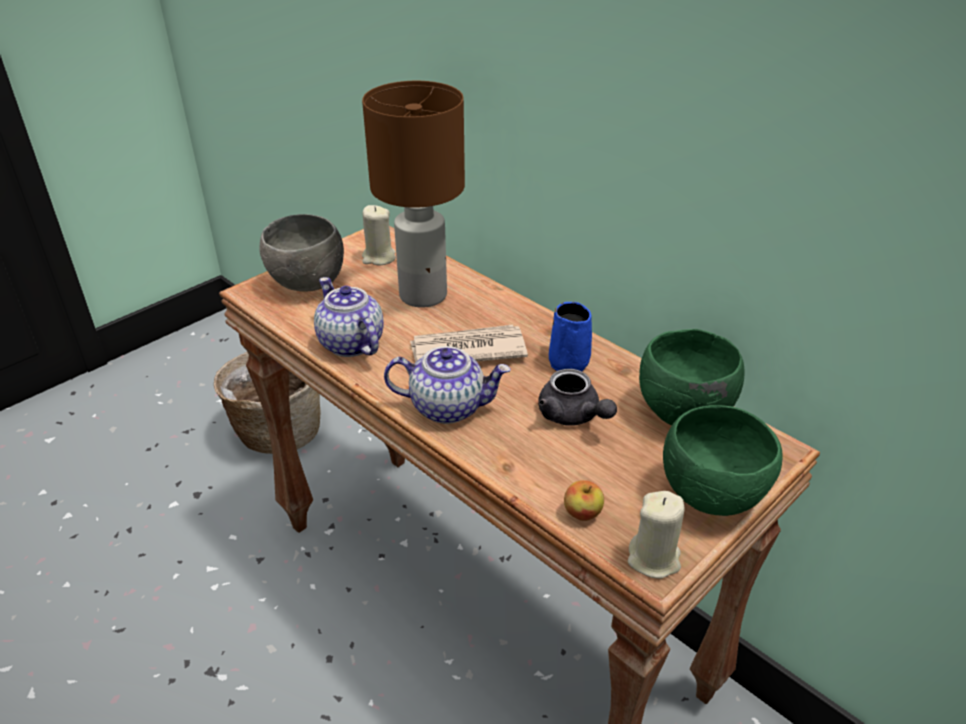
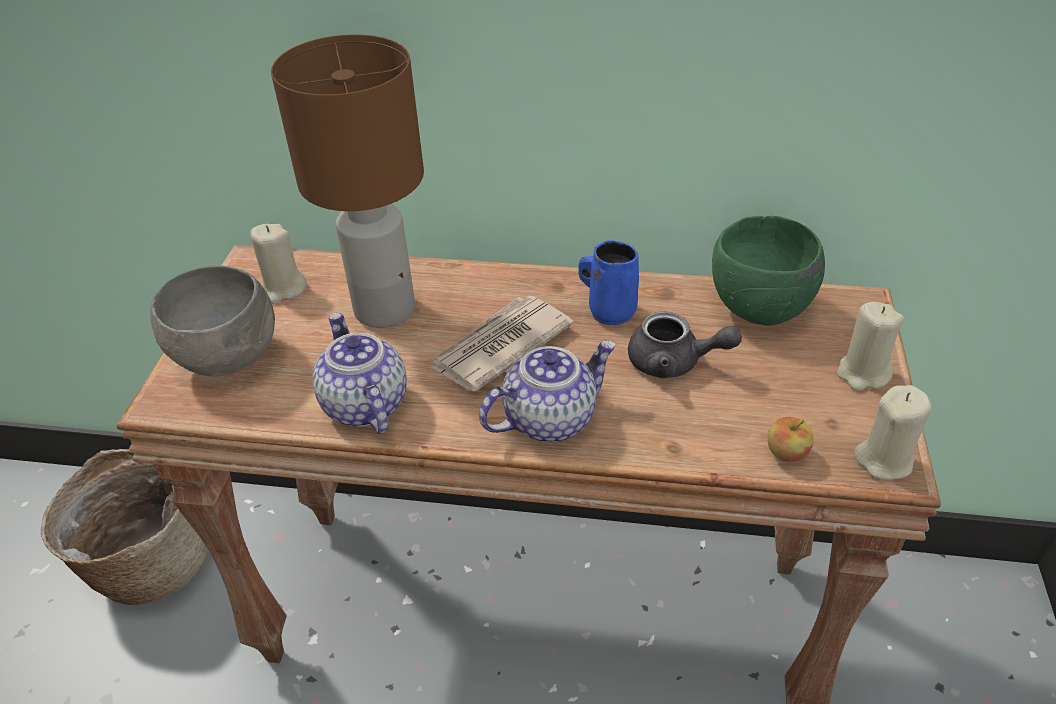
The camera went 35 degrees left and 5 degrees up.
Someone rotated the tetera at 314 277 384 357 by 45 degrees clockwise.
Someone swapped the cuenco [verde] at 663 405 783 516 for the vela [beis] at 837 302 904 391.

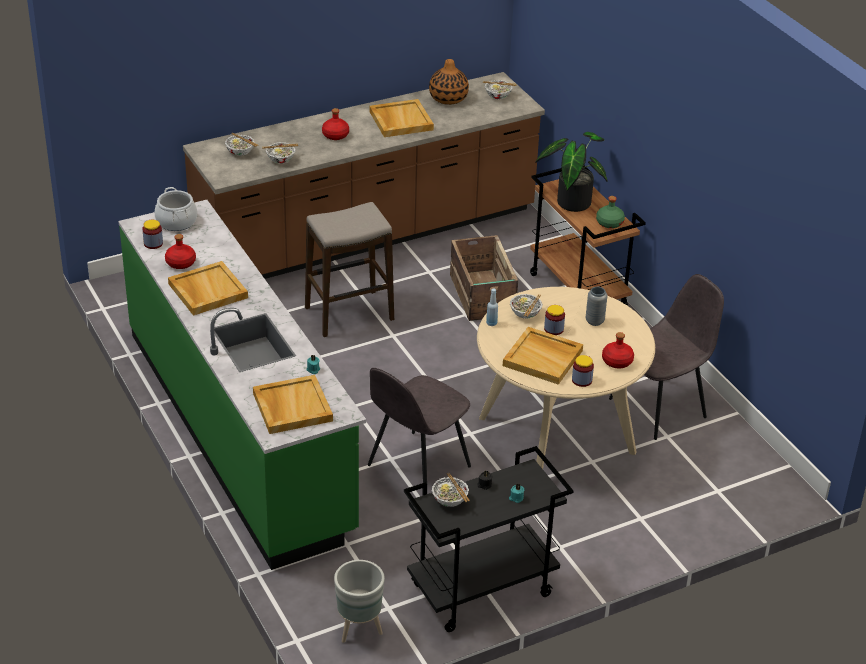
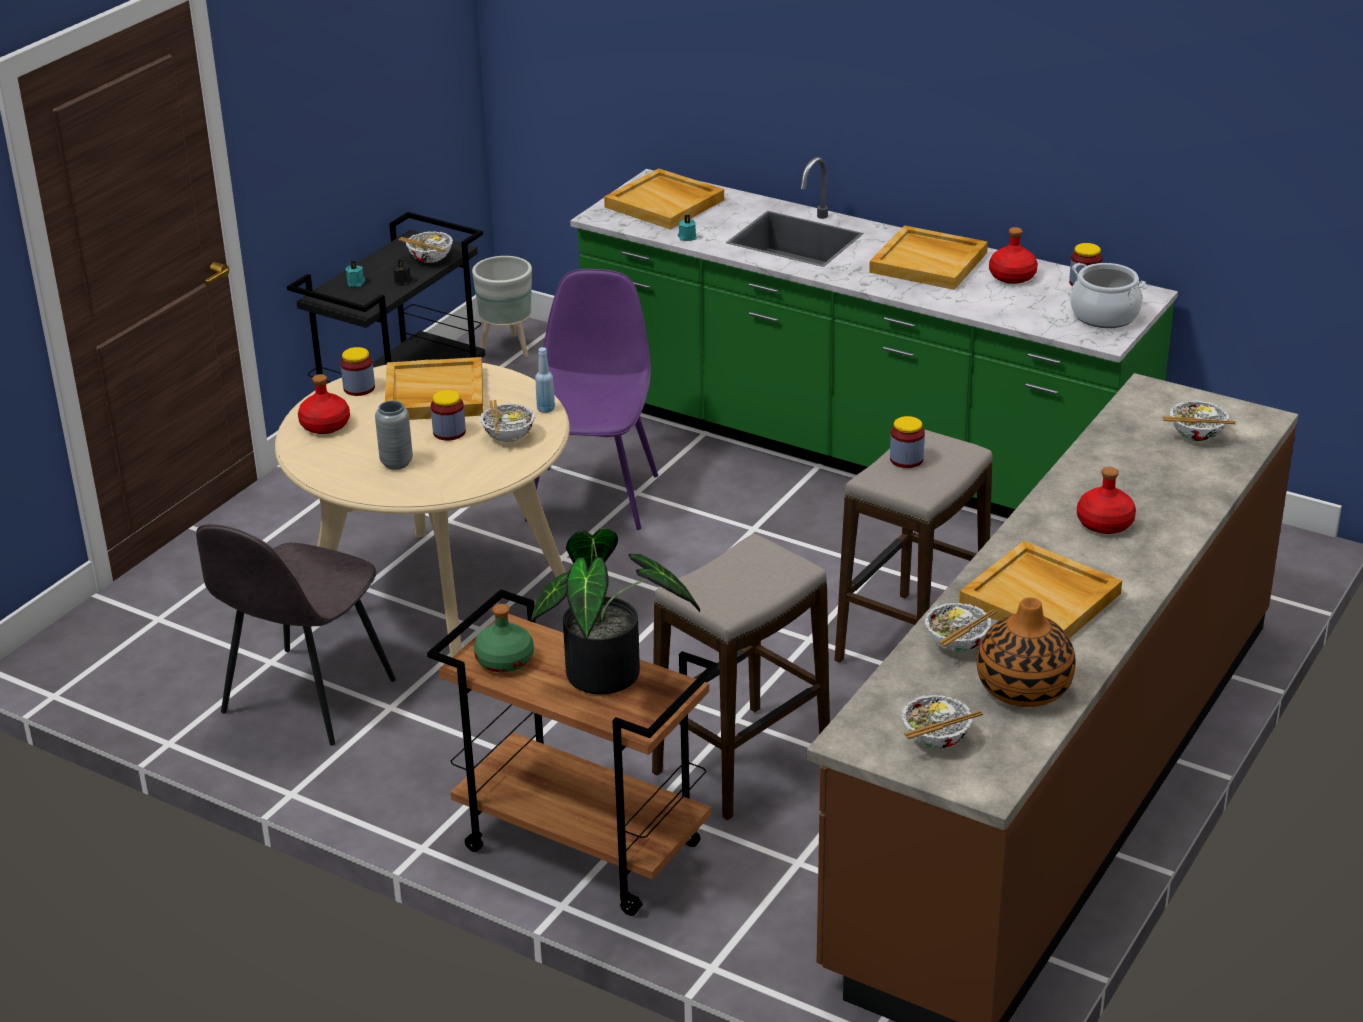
The camera went 150 degrees right and 5 degrees down.
Someone carried the cuenco from 262 142 298 164 to 925 603 997 652.
Someone swapped the caja de embalaje at 450 235 518 321 for the taburete at 652 534 830 820.
Someone repainted the silla [gris] at 368 368 471 483, which became the silla [morado] at 525 269 658 530.
Someone put down the tarro at 890 416 925 468.

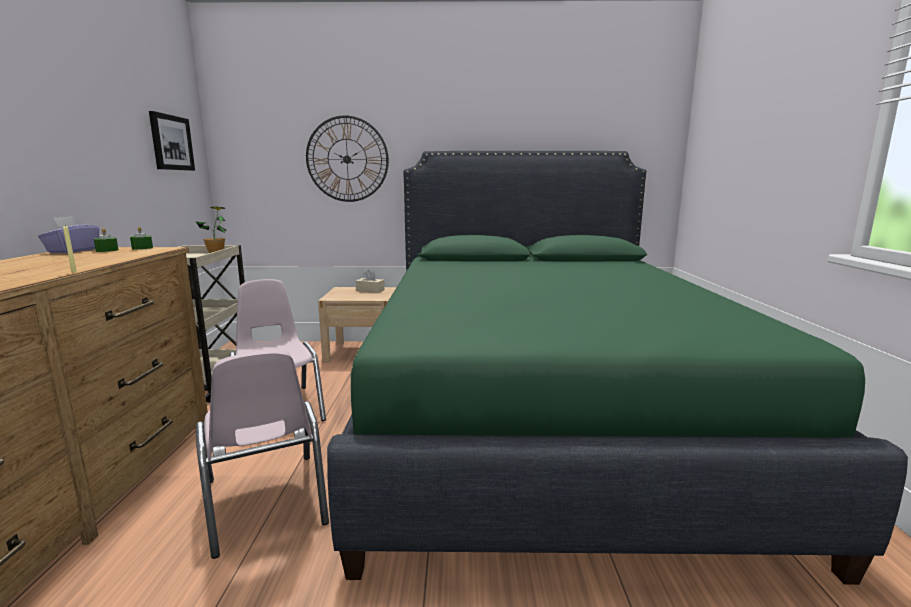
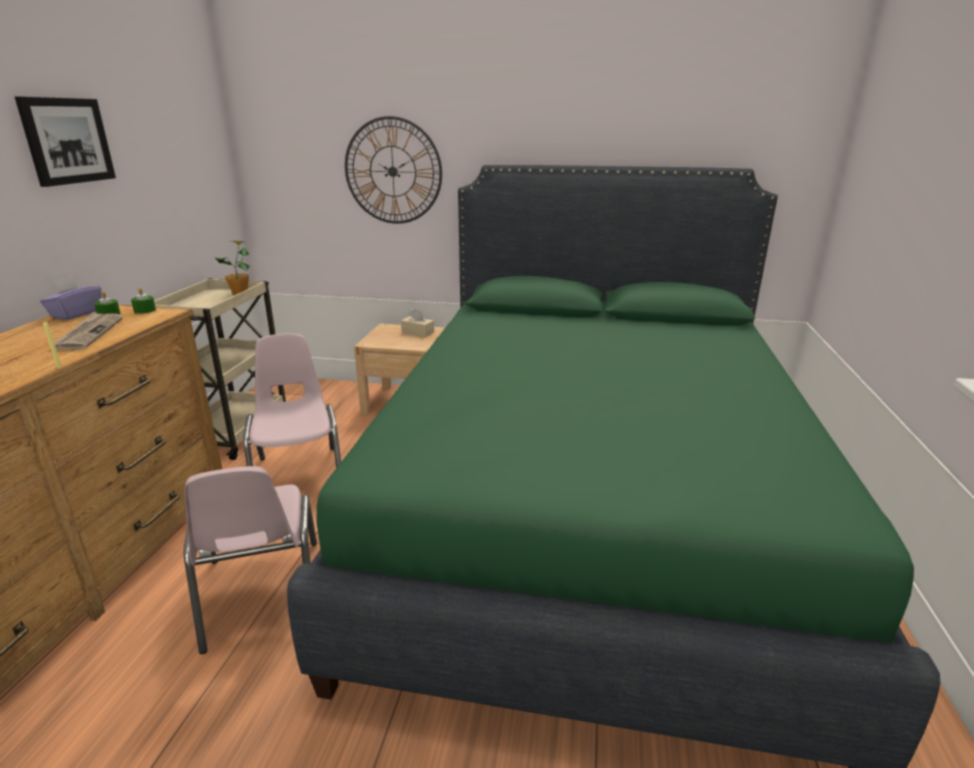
The camera went 10 degrees right and 10 degrees up.
Someone carried the cuadro from 149 111 195 171 to 15 96 116 187.
Someone put down the periódico at 54 312 123 350.

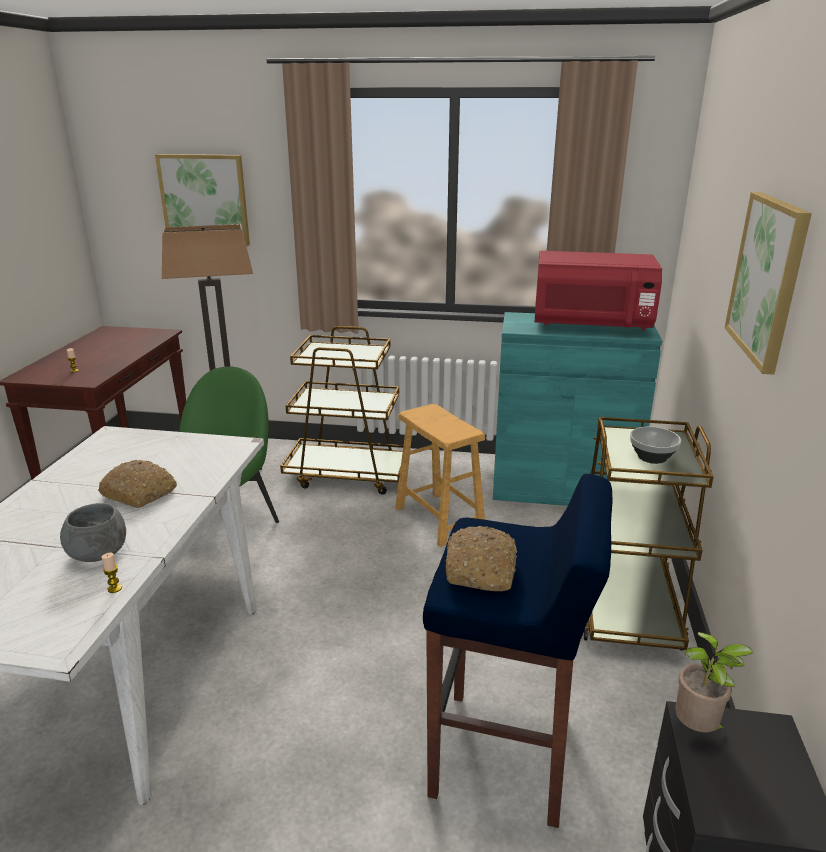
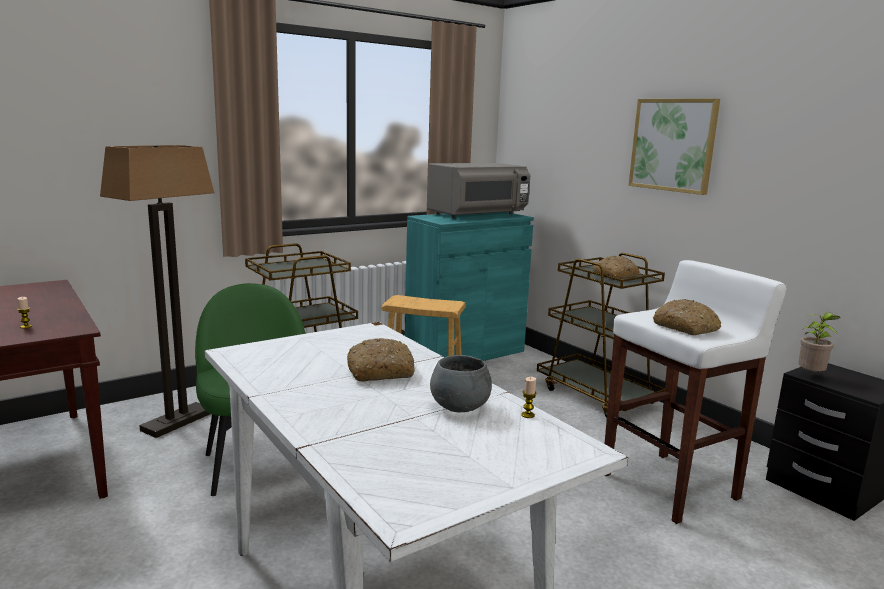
The camera went 45 degrees left and 10 degrees down.
Someone took away the cuadro at 155 154 250 246.
Someone repainted the microondas [rojo] at 535 251 662 330, which became the microondas [gris] at 427 163 530 218.
Someone swapped the cuenco at 630 427 681 464 for the pan at 593 256 639 280.
Someone repainted the taburete [azul] at 423 474 612 828, which became the taburete [blanco] at 604 260 787 524.

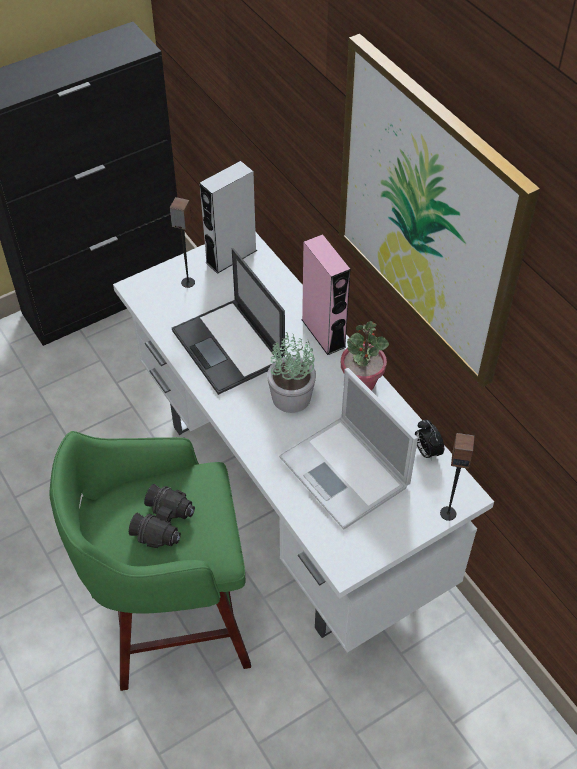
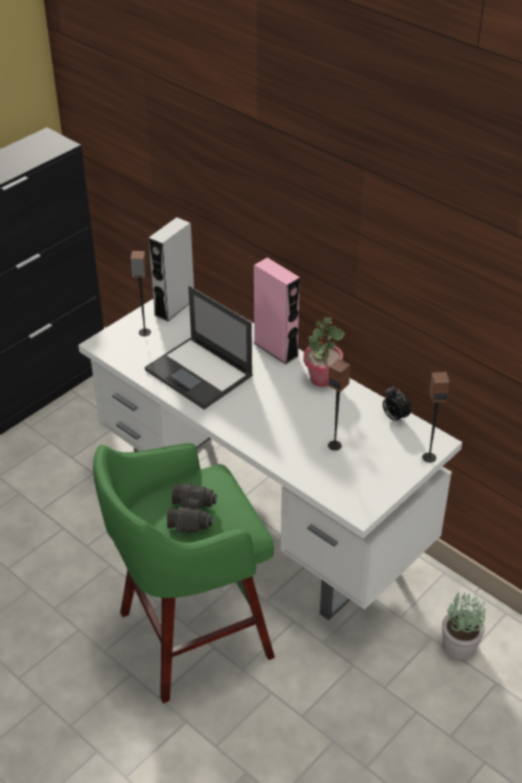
The camera went 15 degrees left and 10 degrees down.
Someone took away the cuadro at 339 34 540 387.
Someone carried the planta en maceta from 267 332 316 413 to 442 592 485 660.
Someone swapped the portátil at 279 368 418 529 for the altavoz at 328 359 350 451.

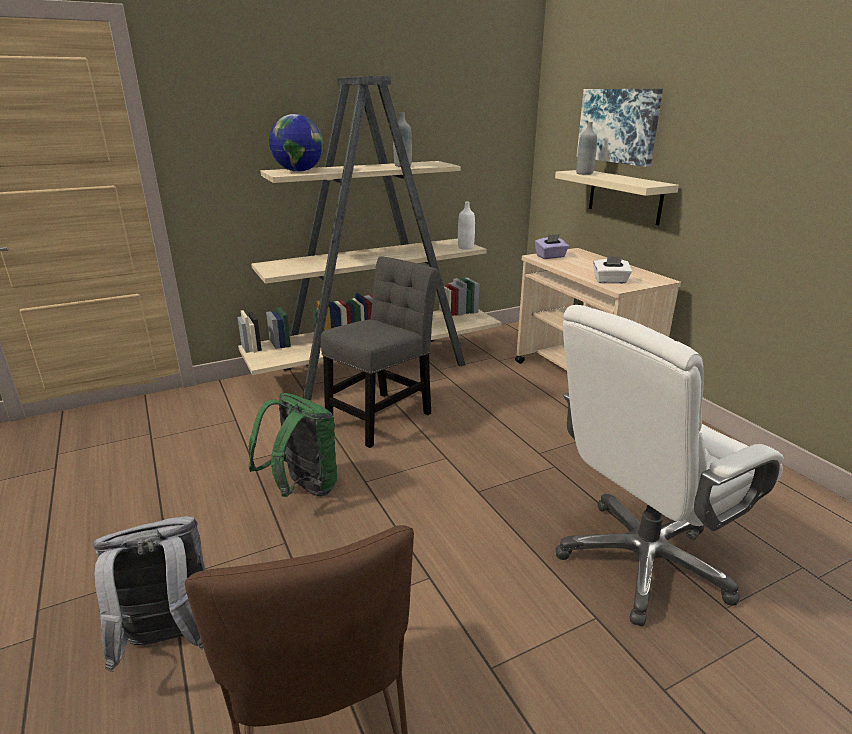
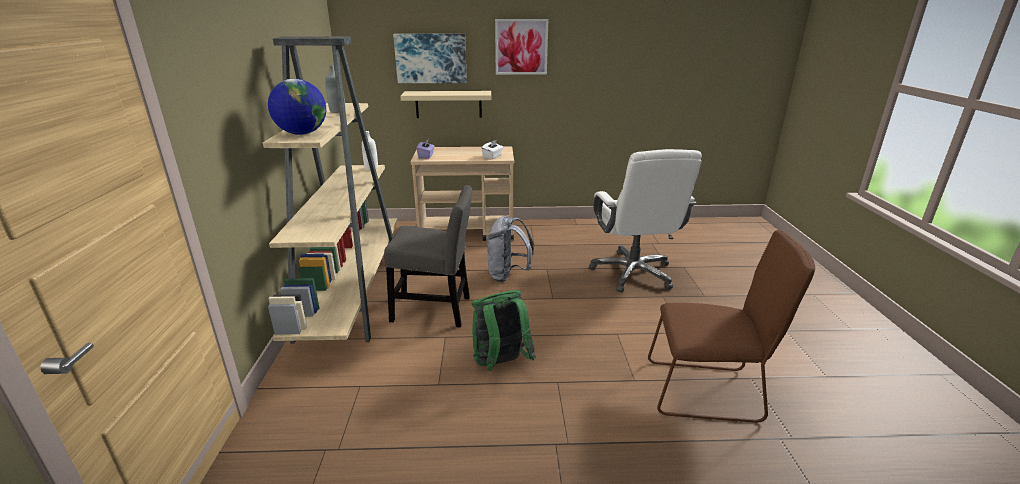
The camera went 65 degrees left and 0 degrees up.
Someone took away the botella [gris] at 576 122 597 175.
Someone rotated the silla [gris] at 321 256 439 448 by 120 degrees clockwise.
Someone carried the mochila [gris] from 93 516 205 672 to 486 216 534 282.
Someone put up the cuadro at 495 19 548 75.

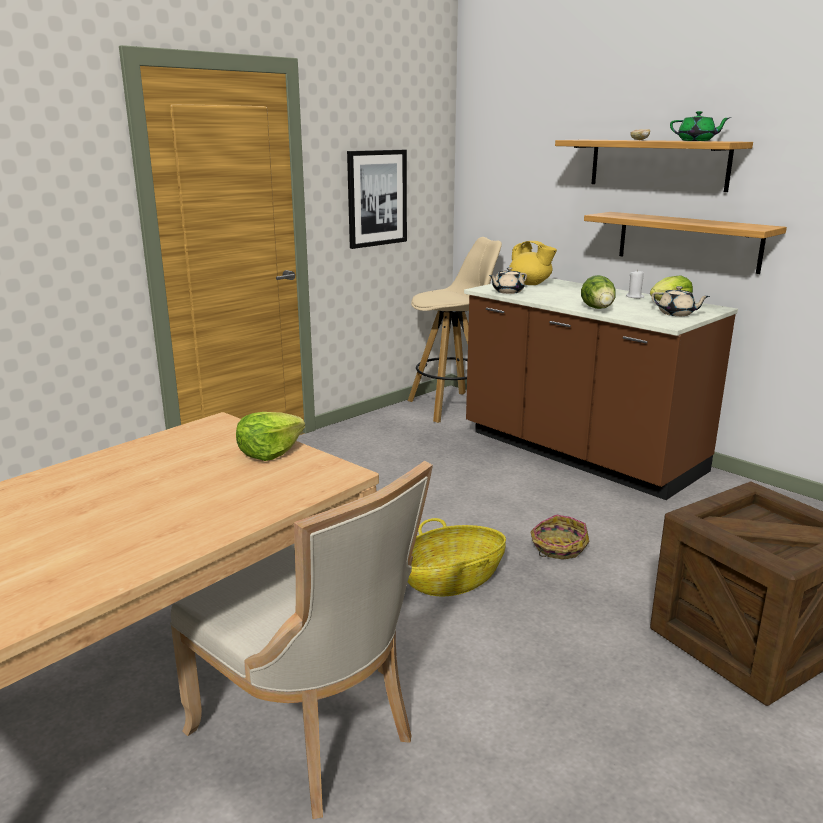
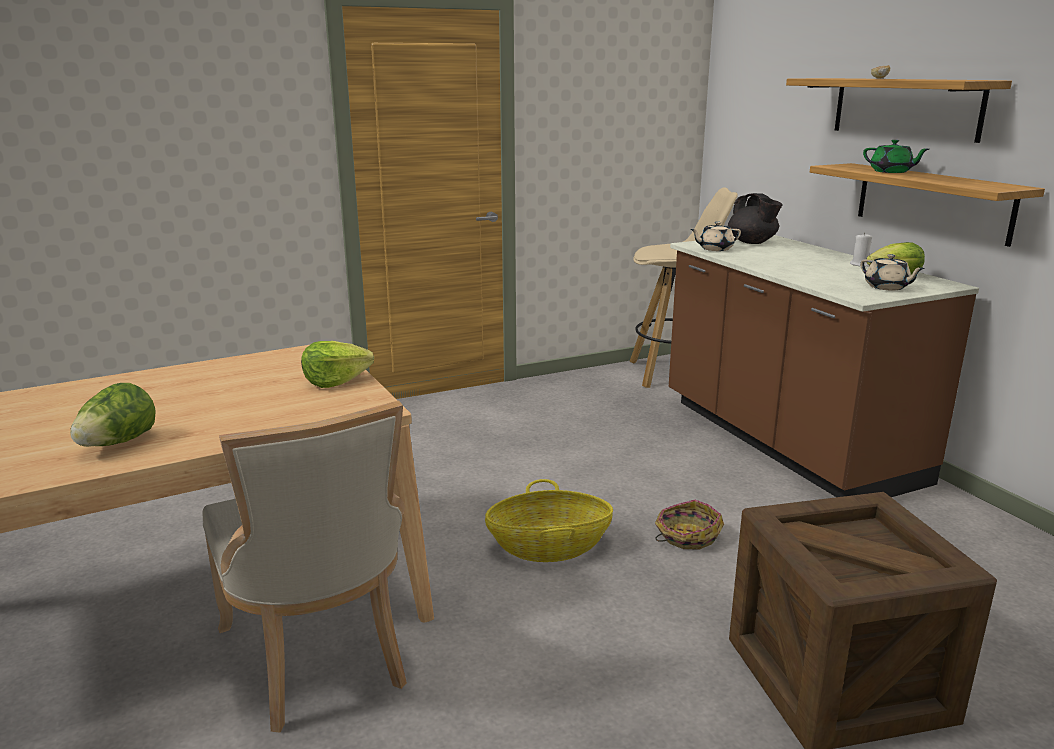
The camera went 20 degrees right and 0 degrees up.
Someone carried the tetera [verde] from 670 111 729 141 to 863 140 929 173.
Someone took away the cuadro at 347 150 407 249.
Someone repainted the tetera [amarillo] at 509 241 557 285, which became the tetera [negro] at 728 193 783 244.
Someone carried the lechuga from 581 275 616 309 to 70 383 155 447.

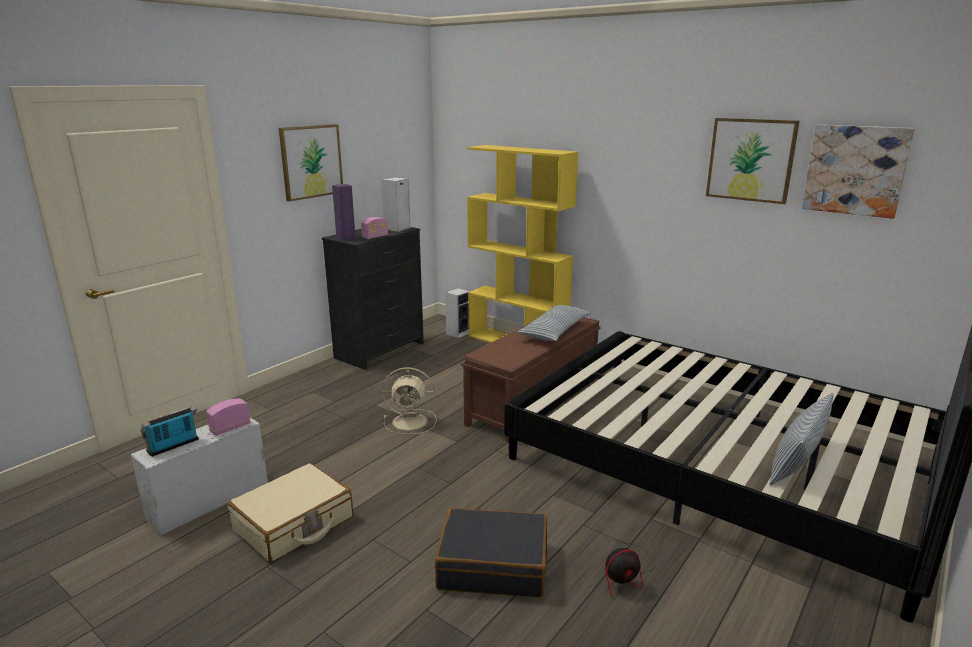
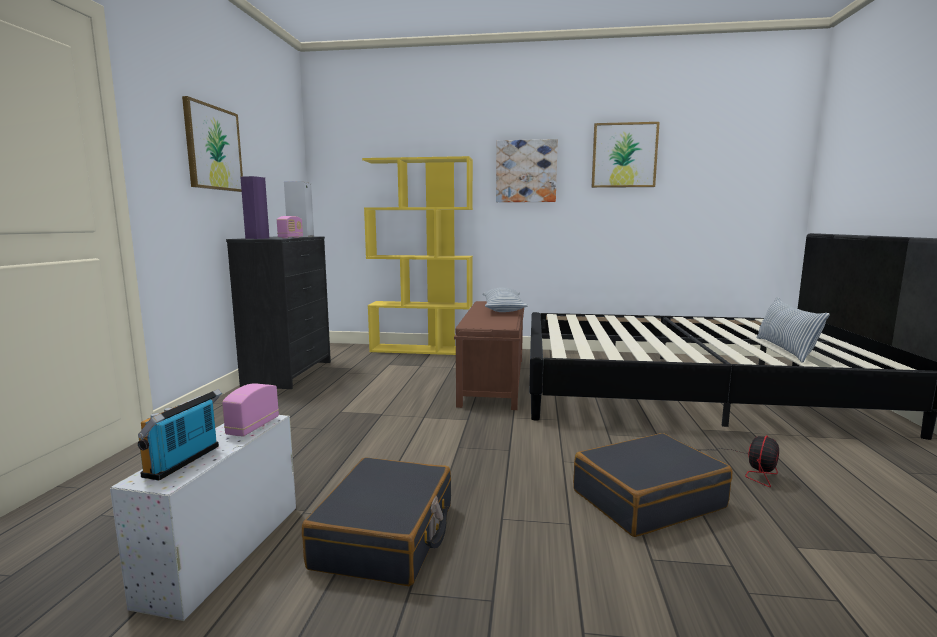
The camera went 30 degrees left and 10 degrees down.
Someone carried the cuadro from 802 125 915 219 to 496 139 558 202.
Someone took away the altavoz at 445 288 470 338.
Someone took away the ventilador [beis] at 382 367 437 435.
Someone repainted the maleta [beis] at 228 463 353 562, which became the maleta [negro] at 302 457 451 586.

